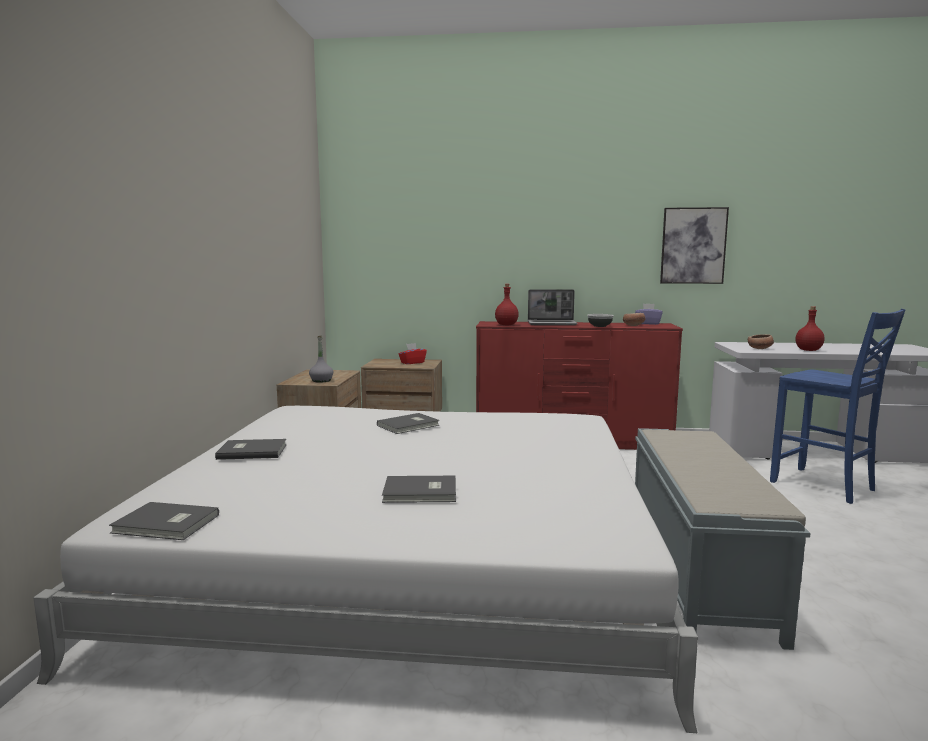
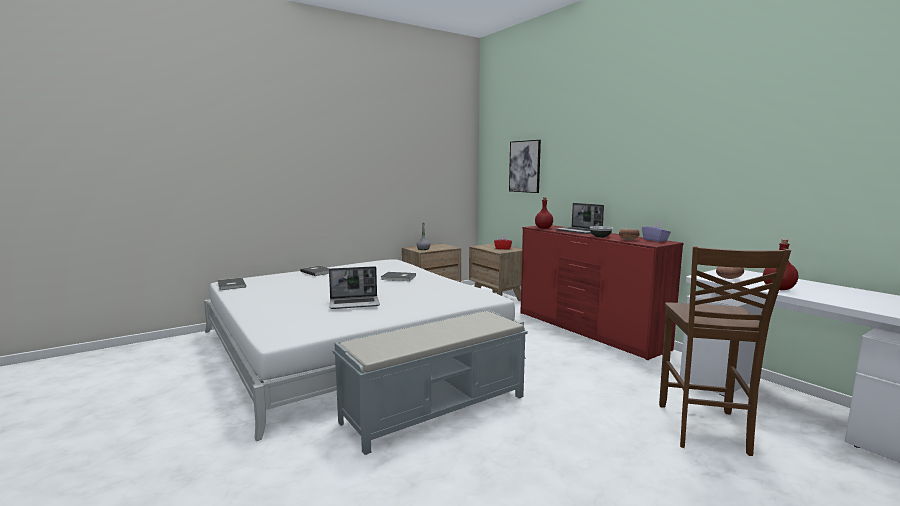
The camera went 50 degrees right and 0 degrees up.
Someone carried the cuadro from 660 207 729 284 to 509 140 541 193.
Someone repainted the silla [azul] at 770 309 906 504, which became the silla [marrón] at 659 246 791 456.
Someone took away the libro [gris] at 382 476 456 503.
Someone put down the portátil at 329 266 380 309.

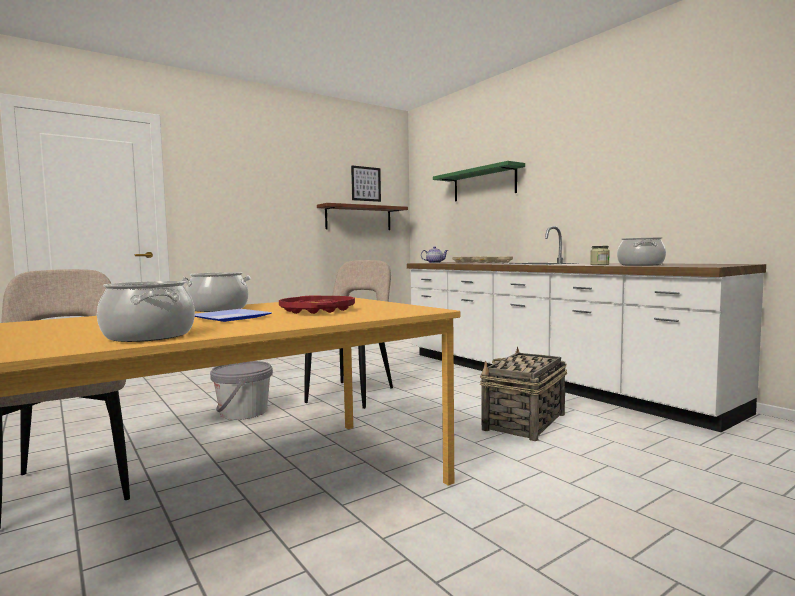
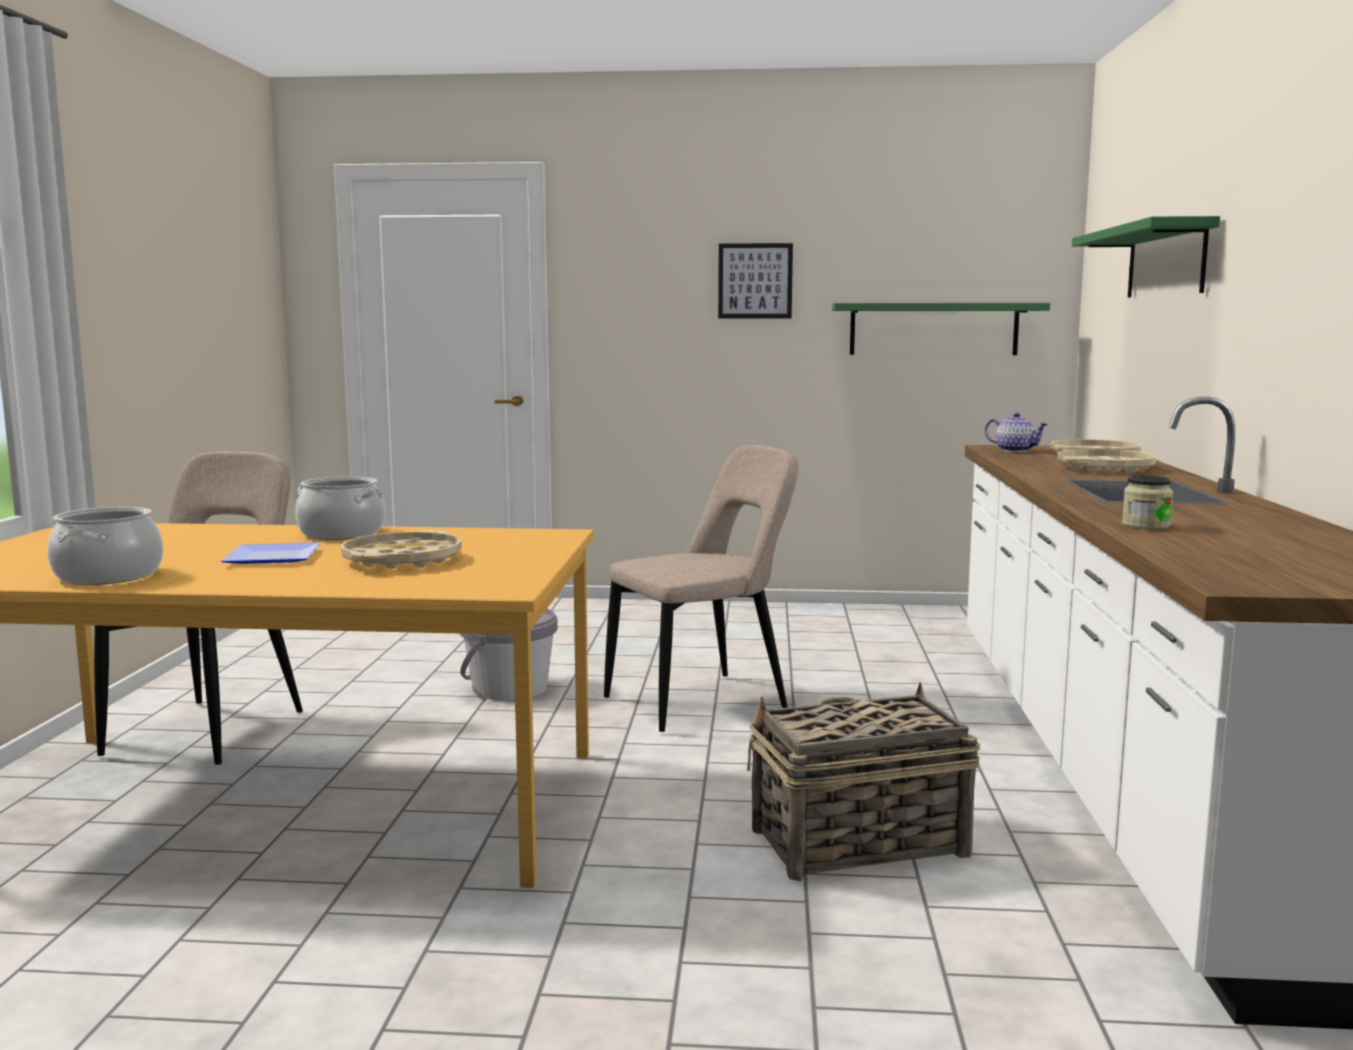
The camera went 40 degrees right and 5 degrees up.
Someone carried the cuadro from 351 165 381 202 to 718 243 793 319.
Someone repainted the estante [marrón] at 317 203 408 230, which became the estante [verde] at 832 303 1050 355.
Someone took away the olla at 617 237 666 266.
Someone repainted the bandeja [rojo] at 279 295 355 314, which became the bandeja [beis] at 341 530 462 569.

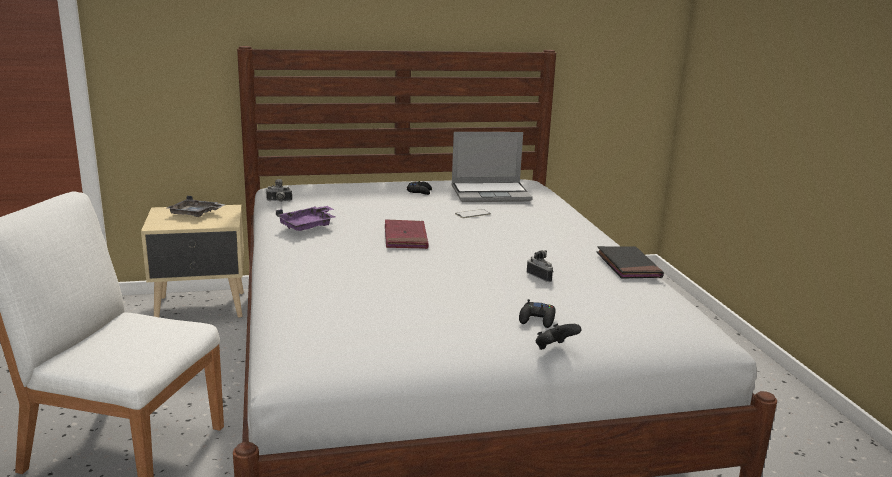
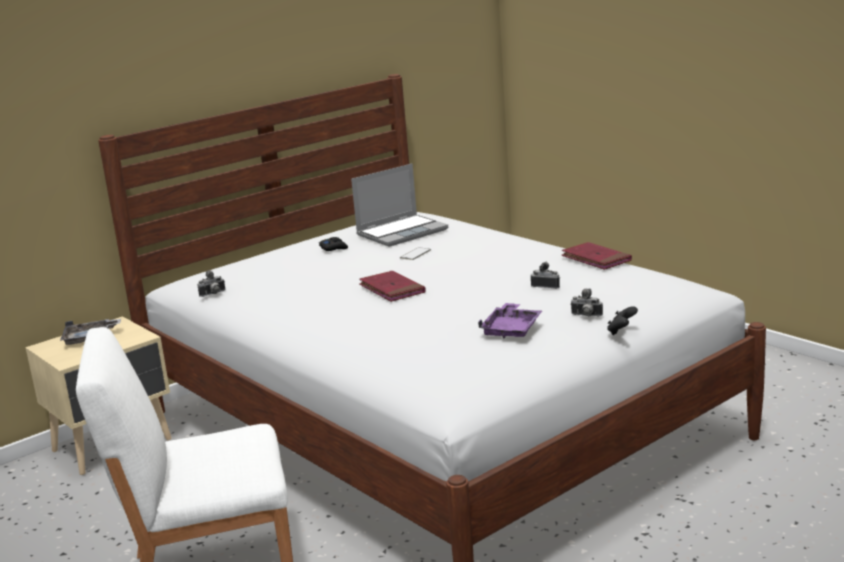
The camera went 25 degrees left and 0 degrees up.
Someone carried the bandeja [morado] from 276 206 335 231 to 478 303 542 338.
Someone repainted the libro [negro] at 597 246 664 279, which became the libro [rojo] at 561 242 632 270.
Someone swapped the mando de consola [negro] at 519 299 556 328 for the cámara at 570 288 603 316.

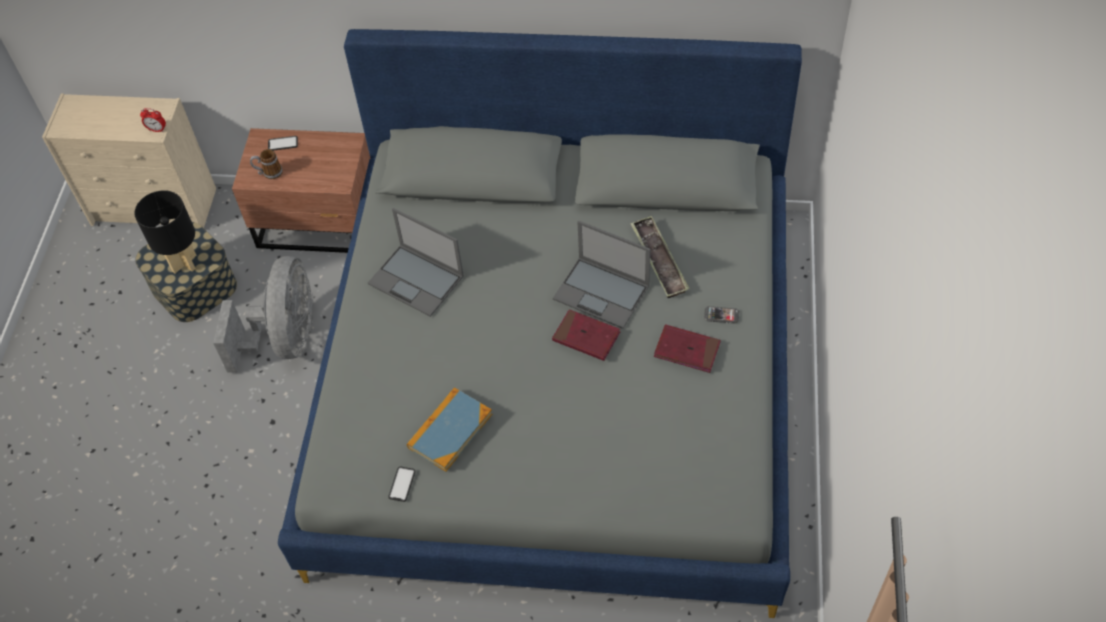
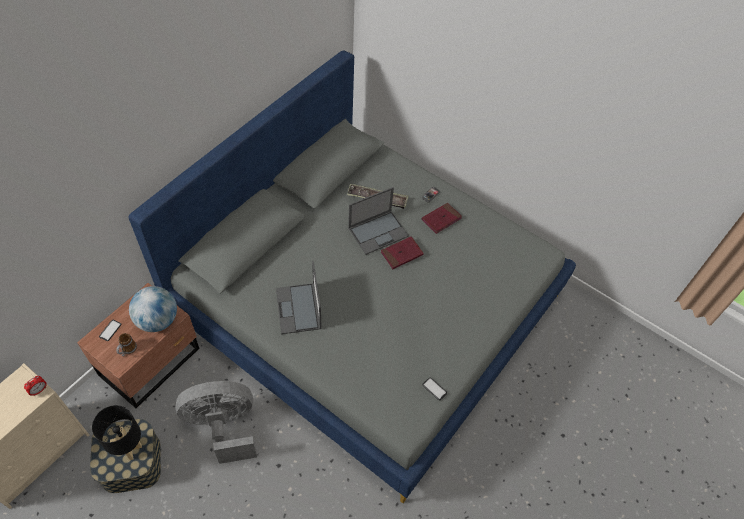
The camera went 65 degrees left and 0 degrees up.
Someone rotated the portátil at 368 208 464 317 by 105 degrees clockwise.
Someone rotated the ventilador [gris] at 213 256 313 372 by 45 degrees counterclockwise.
Someone took away the libro at 407 387 492 472.
Someone put down the globo terráqueo at 129 286 177 332.

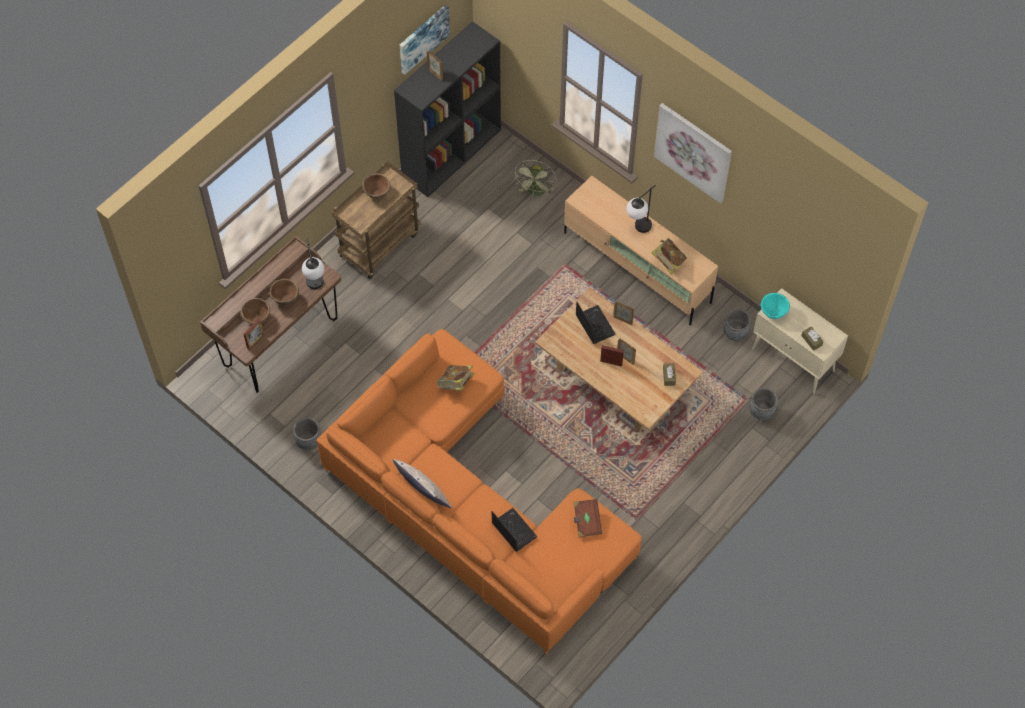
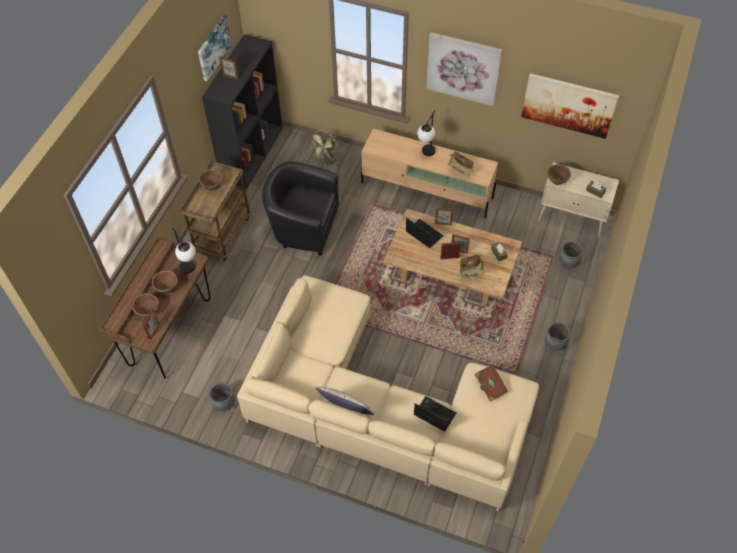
The camera went 20 degrees left and 5 degrees down.
Someone rotated the ventilador [verde] at 514 160 556 196 by 45 degrees clockwise.
Someone repainted the cuenco [turquesa] at 760 293 790 319, which became the cuenco [marrón] at 547 164 571 185.
Someone carried the maceta [gris] from 723 309 751 341 to 545 322 570 351.
Someone repainted the sofá [naranja] at 317 329 642 654, which became the sofá [beis] at 237 275 539 511.
Someone carried the libro from 437 365 475 391 to 460 253 484 278.
Someone put up the cuadro at 521 73 619 139.
Someone put down the sillón [negro] at 262 162 339 256.

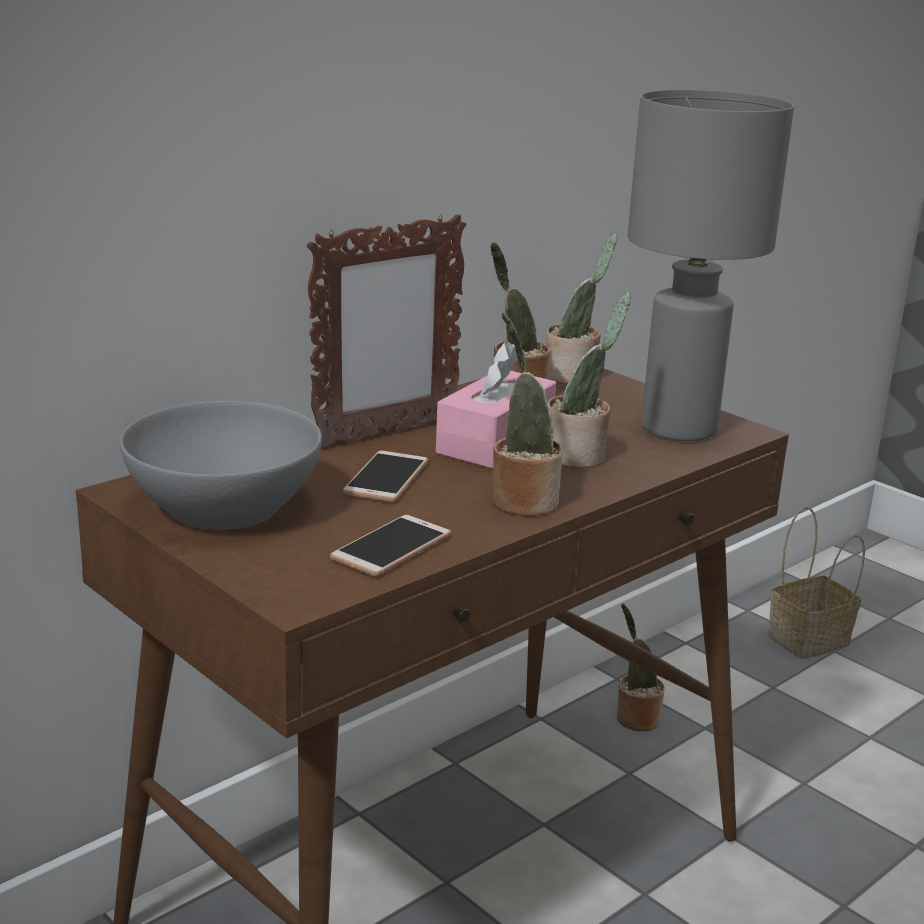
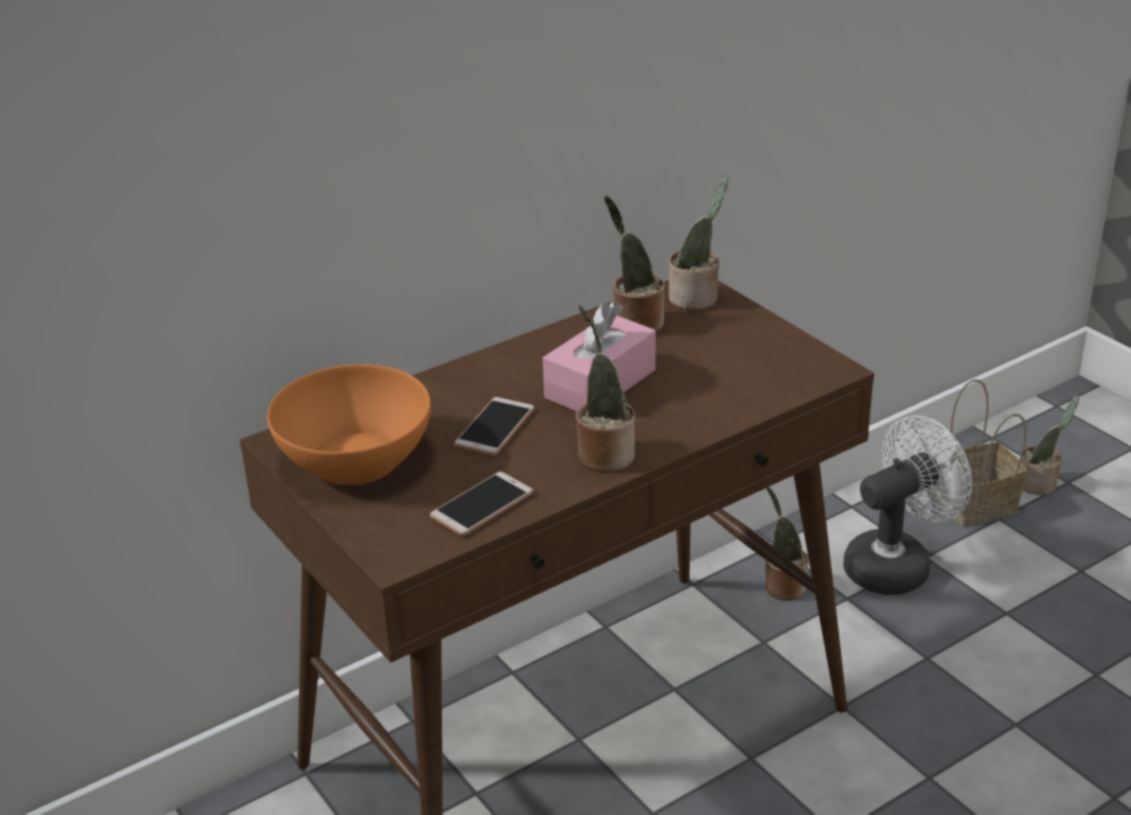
The camera went 10 degrees right and 10 degrees up.
Someone took away the lámpara de mesa [gris] at 627 89 794 441.
Someone took away the portarretratos at 307 214 466 449.
Someone carried the planta en maceta from 548 291 631 468 to 1021 395 1079 495.
Someone repainted the cuenco [gris] at 120 401 322 530, which became the cuenco [naranja] at 267 364 431 485.
Someone put down the ventilador [blanco] at 843 415 972 595.

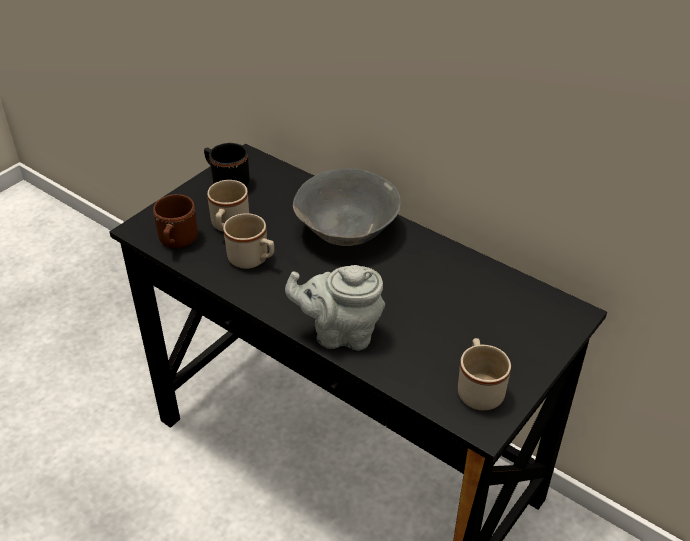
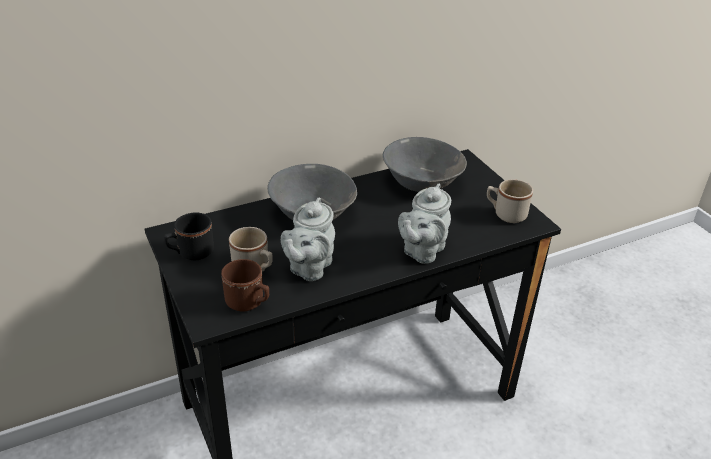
The camera went 65 degrees left and 5 degrees down.
Someone swapped the taza grande [beis] at 223 213 274 269 for the tetera [gris] at 281 197 335 281.
Someone put down the cuenco [gris] at 383 137 467 192.

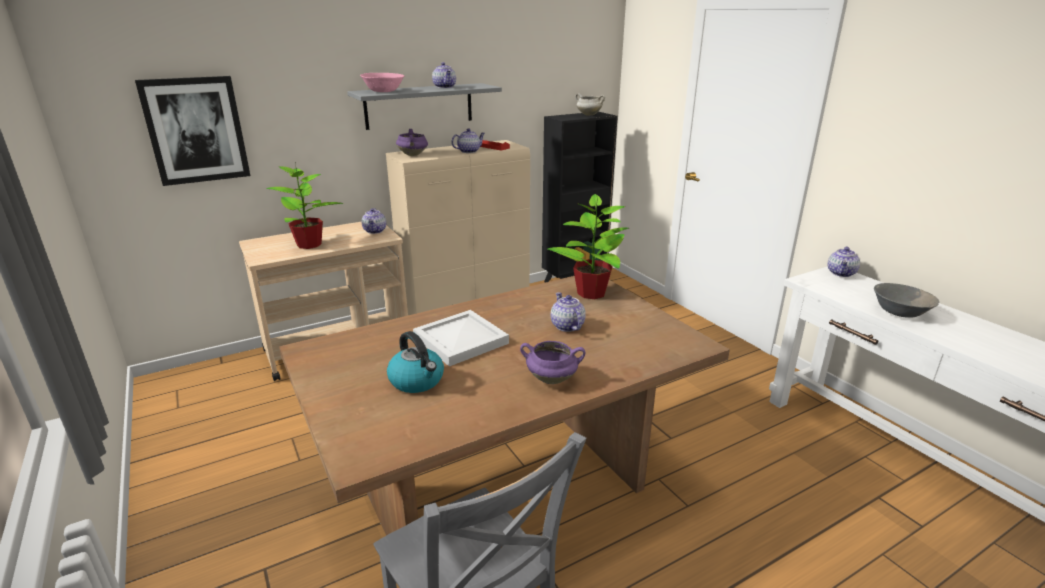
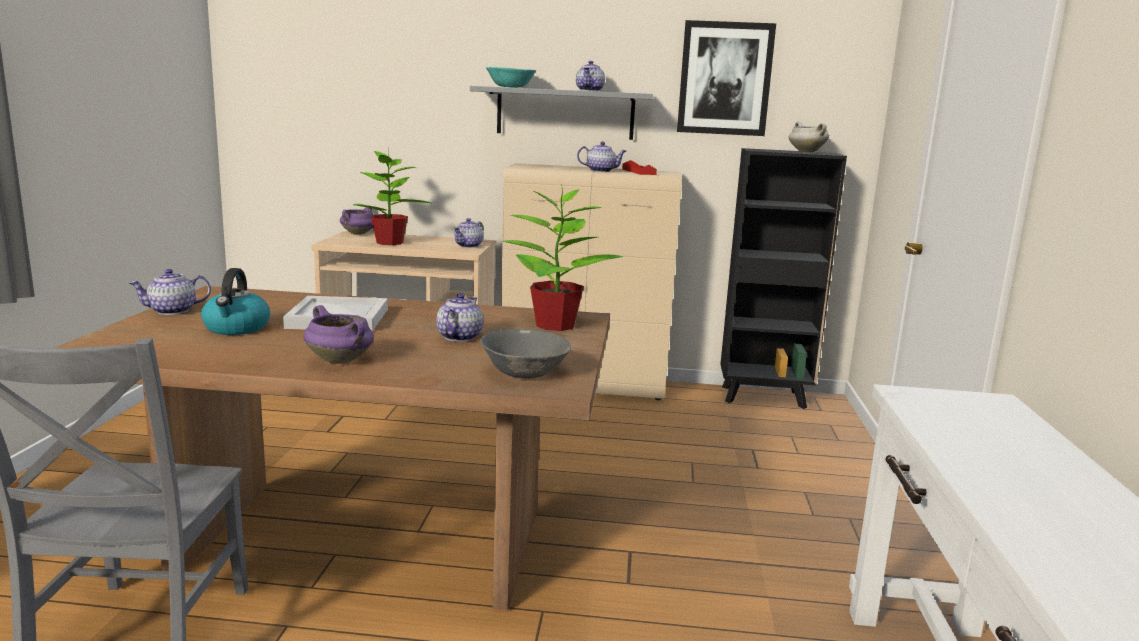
The camera went 35 degrees right and 10 degrees down.
Someone repainted the cuenco [rosa] at 360 73 404 92, which became the cuenco [turquesa] at 486 67 536 87.
Someone carried the cuadro from 135 76 250 186 to 677 20 776 136.
Someone carried the olla [morado] from 396 129 428 156 to 340 205 374 235.
Someone carried the tetera from 828 246 860 277 to 129 269 211 315.
Someone carried the cuenco [gris] from 874 283 939 318 to 480 329 571 379.

